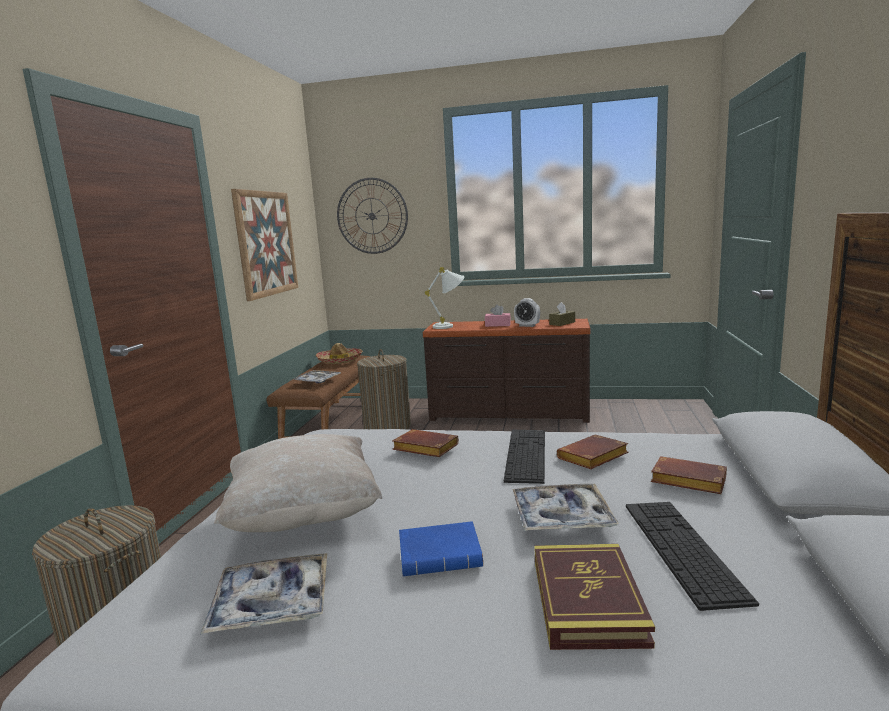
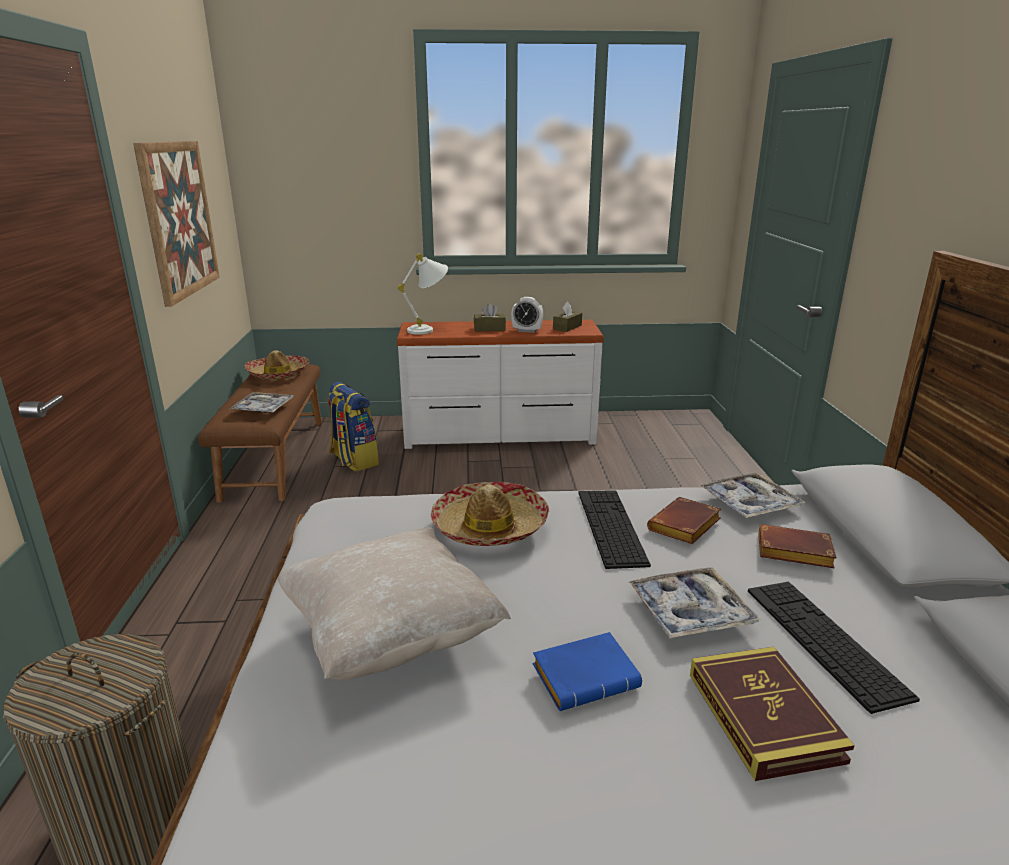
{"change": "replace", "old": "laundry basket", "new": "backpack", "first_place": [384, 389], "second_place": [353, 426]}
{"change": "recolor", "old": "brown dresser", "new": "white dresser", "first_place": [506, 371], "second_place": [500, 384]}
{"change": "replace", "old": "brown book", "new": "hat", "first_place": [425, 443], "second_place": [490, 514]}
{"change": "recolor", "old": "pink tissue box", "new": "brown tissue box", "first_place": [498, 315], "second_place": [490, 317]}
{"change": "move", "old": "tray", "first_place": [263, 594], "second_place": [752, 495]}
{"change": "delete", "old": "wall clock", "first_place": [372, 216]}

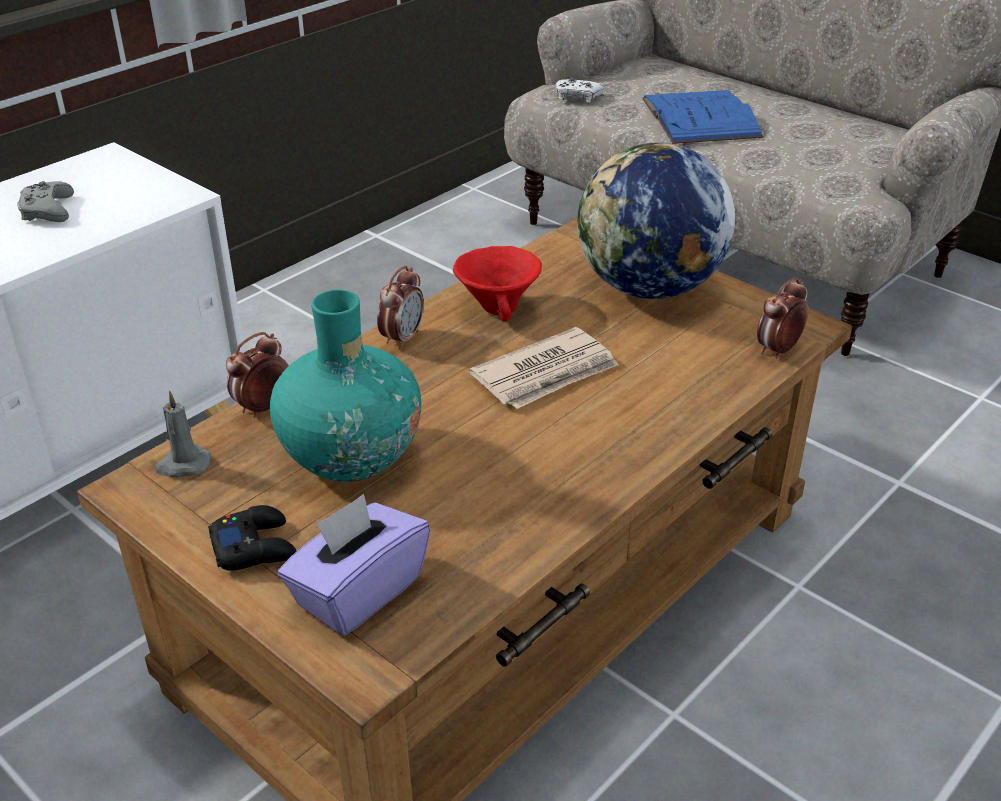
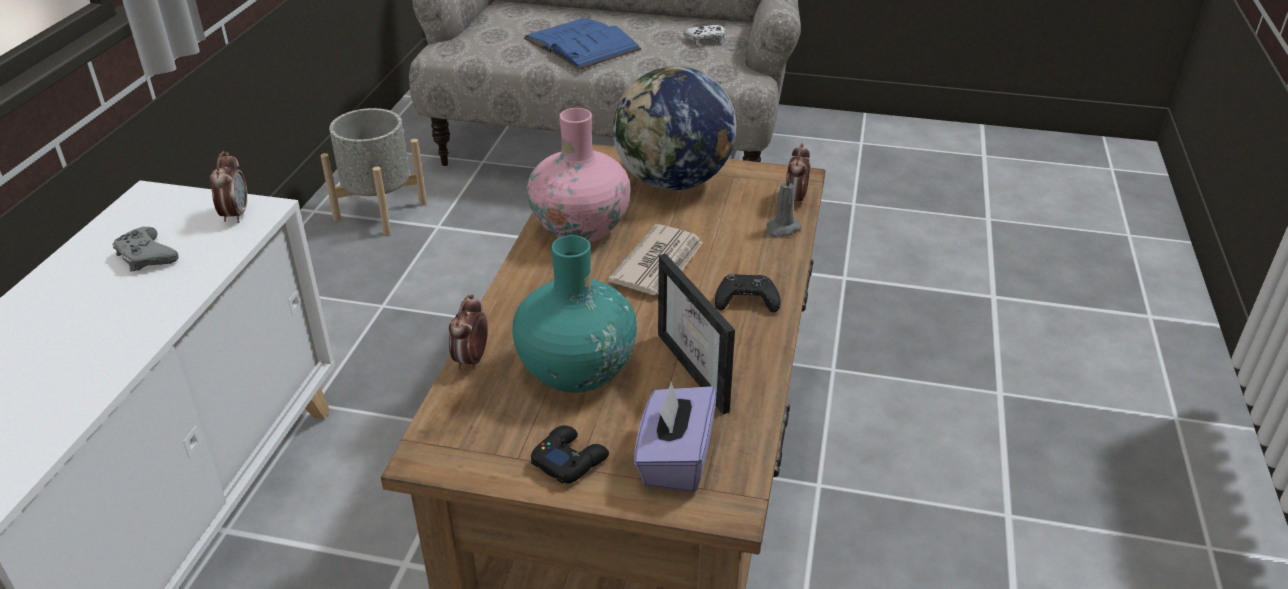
{"change": "move", "old": "alarm clock", "first_place": [400, 307], "second_place": [228, 187]}
{"change": "insert", "new": "grey planter", "second_place": [373, 171]}
{"change": "replace", "old": "red bowl", "new": "pink vase", "first_place": [497, 283], "second_place": [578, 175]}
{"change": "insert", "new": "picture frame", "second_place": [696, 334]}
{"change": "move", "old": "white game controller", "first_place": [579, 90], "second_place": [704, 35]}
{"change": "insert", "new": "black game controller", "second_place": [748, 293]}
{"change": "move", "old": "grey candle", "first_place": [182, 434], "second_place": [784, 205]}

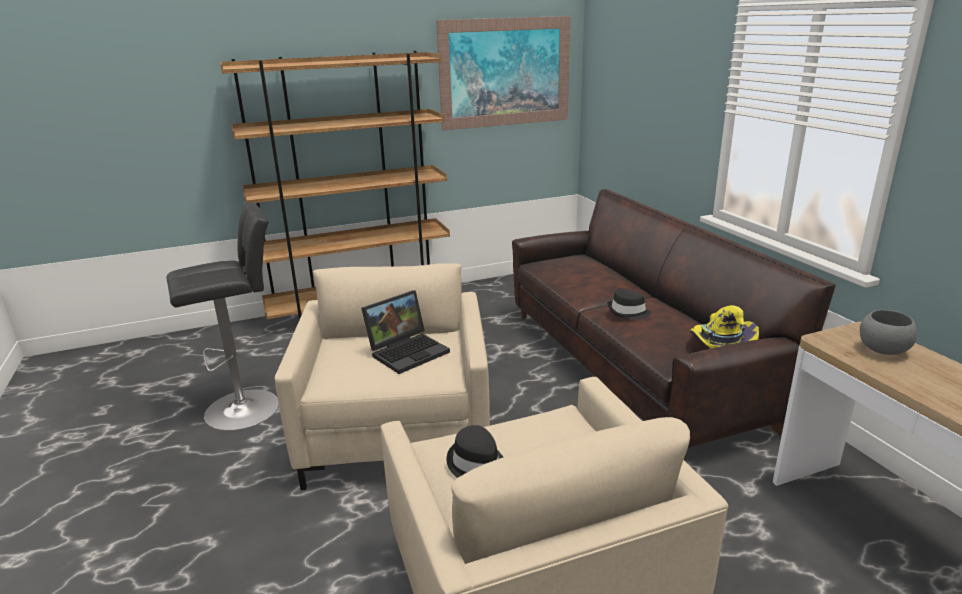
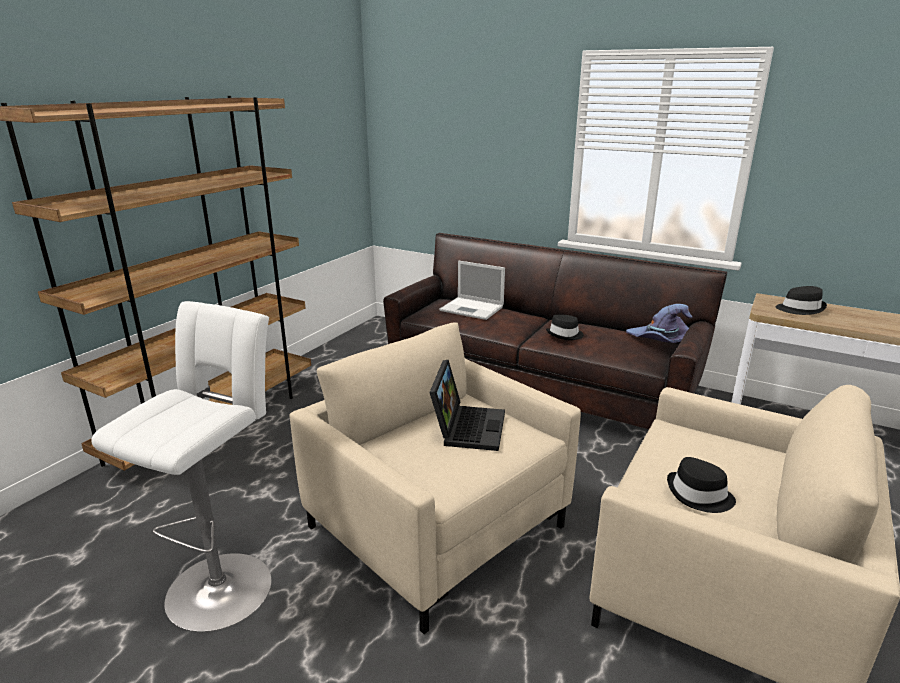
{"change": "recolor", "old": "black stool", "new": "white stool", "first_place": [222, 316], "second_place": [181, 466]}
{"change": "insert", "new": "laptop", "second_place": [472, 290]}
{"change": "recolor", "old": "yellow hat", "new": "purple hat", "first_place": [724, 326], "second_place": [659, 323]}
{"change": "replace", "old": "grey bowl", "new": "black hat", "first_place": [888, 332], "second_place": [801, 300]}
{"change": "delete", "old": "picture", "first_place": [503, 73]}

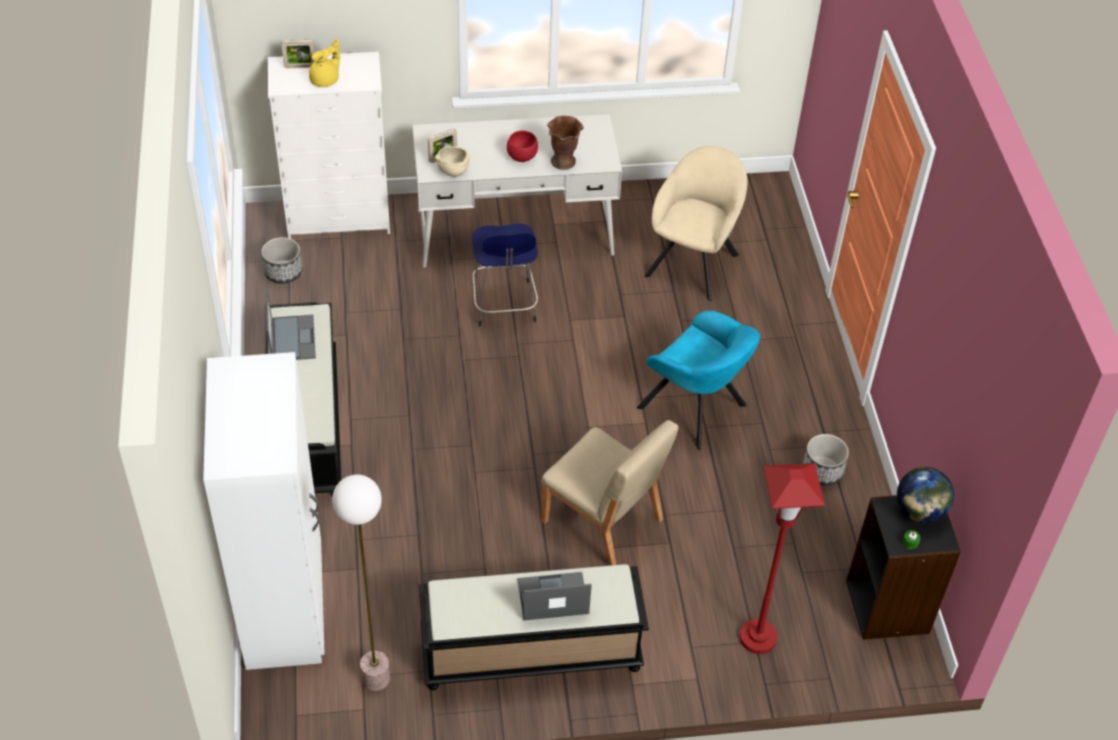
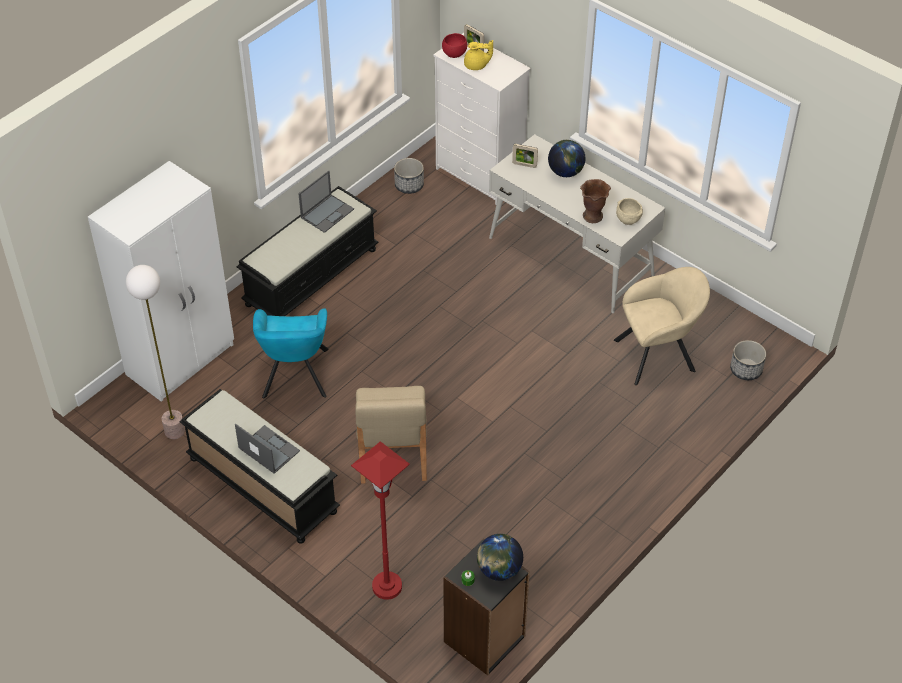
{"change": "move", "old": "turquoise armchair", "first_place": [698, 380], "second_place": [291, 353]}
{"change": "move", "old": "red bowl", "first_place": [522, 146], "second_place": [454, 45]}
{"change": "insert", "new": "globe", "second_place": [566, 158]}
{"change": "move", "old": "beige bowl", "first_place": [452, 161], "second_place": [629, 211]}
{"change": "move", "old": "planter", "first_place": [826, 459], "second_place": [748, 360]}
{"change": "delete", "old": "blue stool", "first_place": [505, 275]}

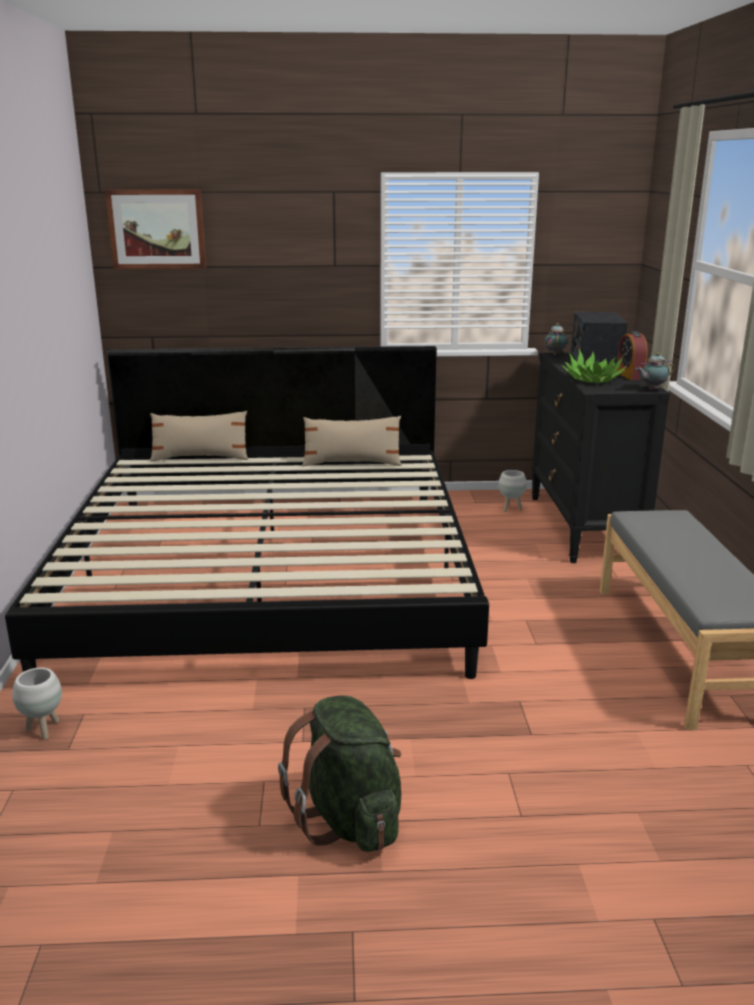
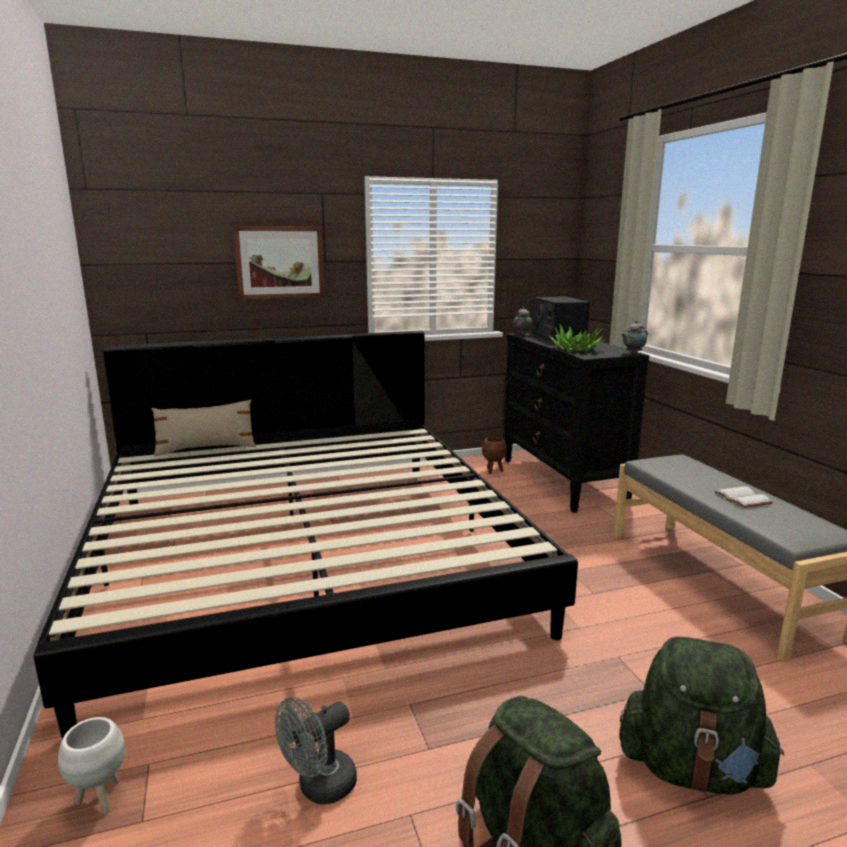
{"change": "move", "old": "picture", "first_place": [155, 229], "second_place": [279, 263]}
{"change": "insert", "new": "grey fan", "second_place": [316, 750]}
{"change": "recolor", "old": "white planter", "new": "brown planter", "first_place": [512, 491], "second_place": [494, 455]}
{"change": "insert", "new": "green backpack", "second_place": [702, 715]}
{"change": "insert", "new": "white book", "second_place": [743, 497]}
{"change": "delete", "old": "beige pillow", "first_place": [352, 441]}
{"change": "delete", "old": "alarm clock", "first_place": [632, 355]}

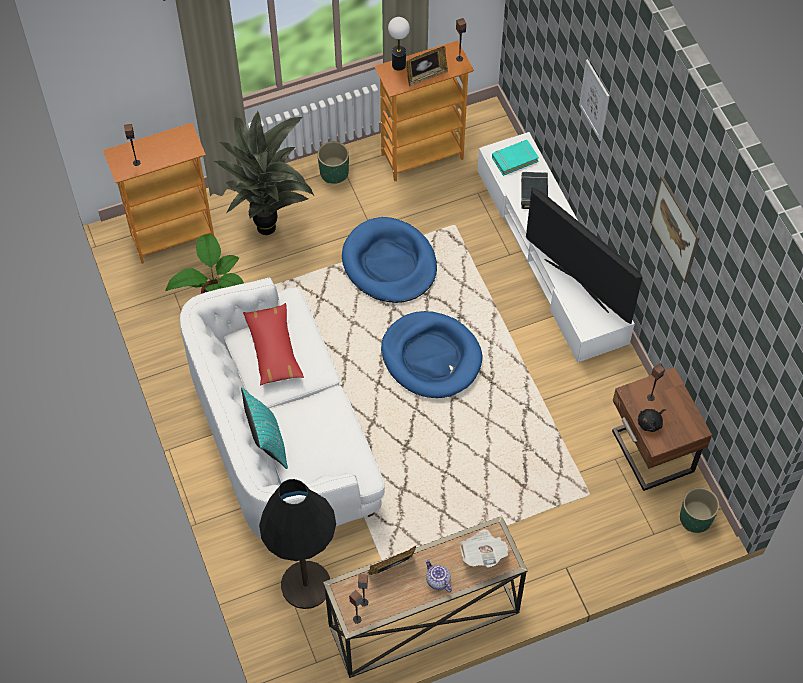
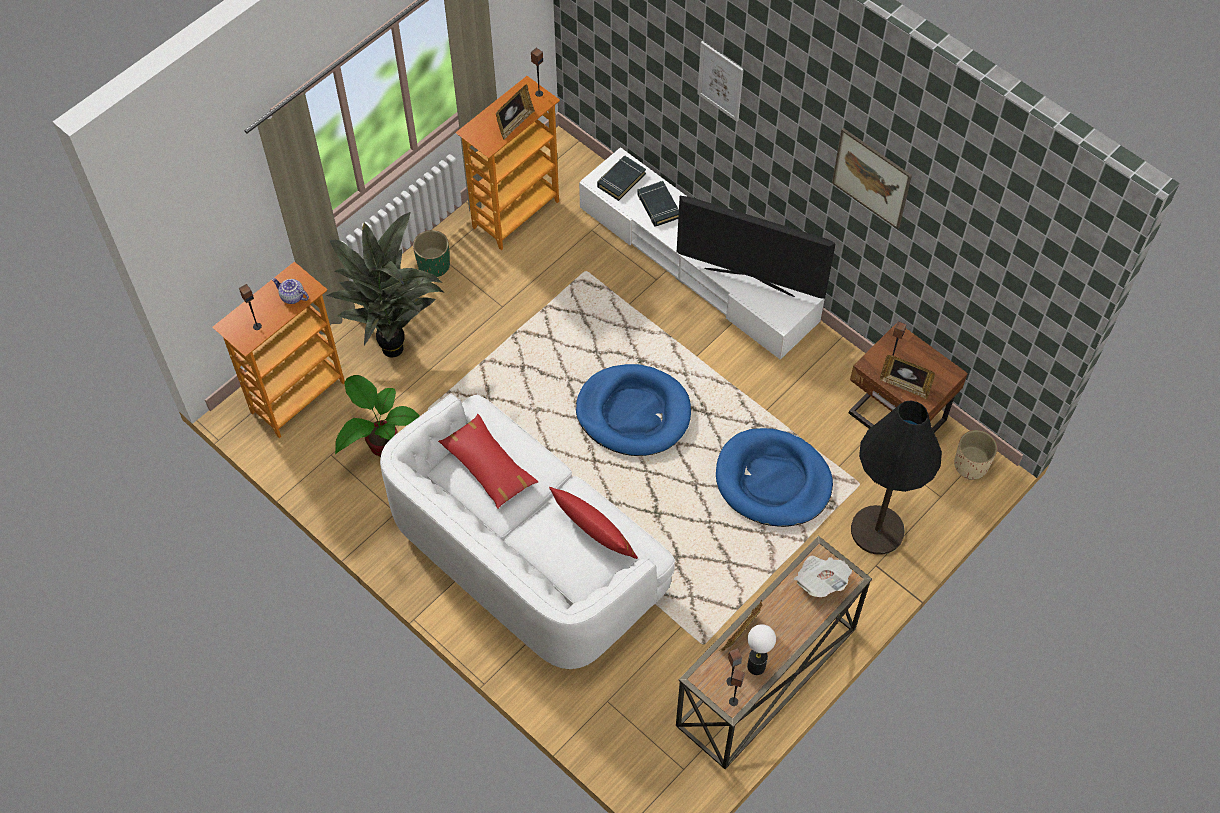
{"change": "move", "old": "teapot", "first_place": [438, 576], "second_place": [290, 291]}
{"change": "insert", "new": "red pillow", "second_place": [593, 523]}
{"change": "recolor", "old": "turquoise book", "new": "black book", "first_place": [515, 158], "second_place": [621, 178]}
{"change": "move", "old": "blue dog bed", "first_place": [389, 260], "second_place": [774, 477]}
{"change": "move", "old": "table lamp", "first_place": [399, 44], "second_place": [761, 649]}
{"change": "move", "old": "black floor lamp", "first_place": [297, 544], "second_place": [896, 477]}
{"change": "replace", "old": "black plush toy", "new": "picture frame", "first_place": [652, 420], "second_place": [907, 377]}
{"change": "recolor", "old": "green planter", "new": "beige planter", "first_place": [699, 510], "second_place": [975, 455]}
{"change": "delete", "old": "turquoise pillow", "first_place": [264, 428]}

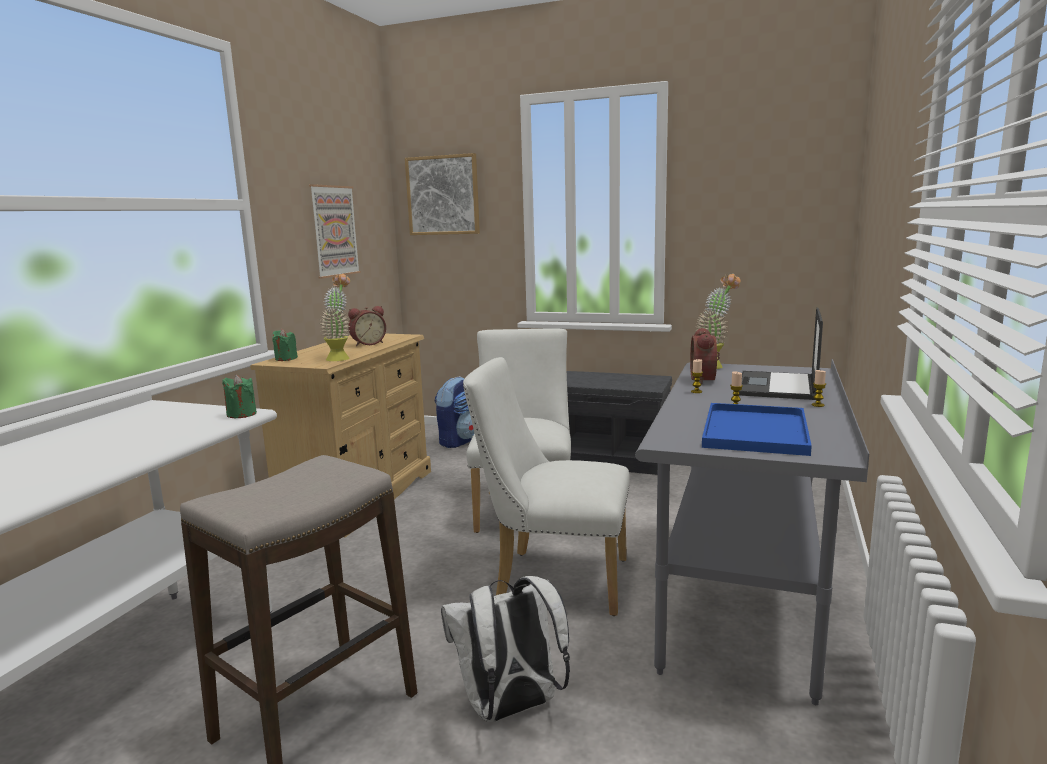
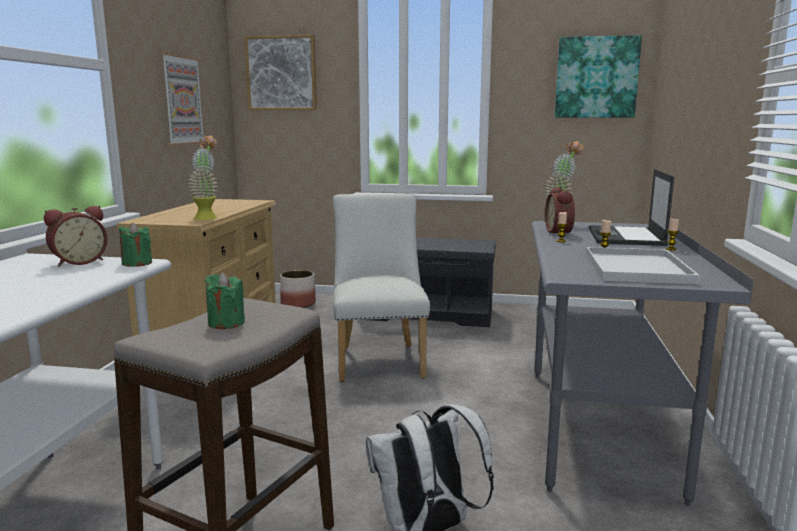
{"change": "move", "old": "alarm clock", "first_place": [367, 326], "second_place": [75, 236]}
{"change": "move", "old": "green candle", "first_place": [285, 345], "second_place": [225, 301]}
{"change": "replace", "old": "backpack", "new": "planter", "first_place": [454, 412], "second_place": [298, 289]}
{"change": "insert", "new": "picture", "second_place": [598, 76]}
{"change": "recolor", "old": "blue tray", "new": "white tray", "first_place": [757, 429], "second_place": [643, 265]}
{"change": "delete", "old": "white chair", "first_place": [546, 486]}

